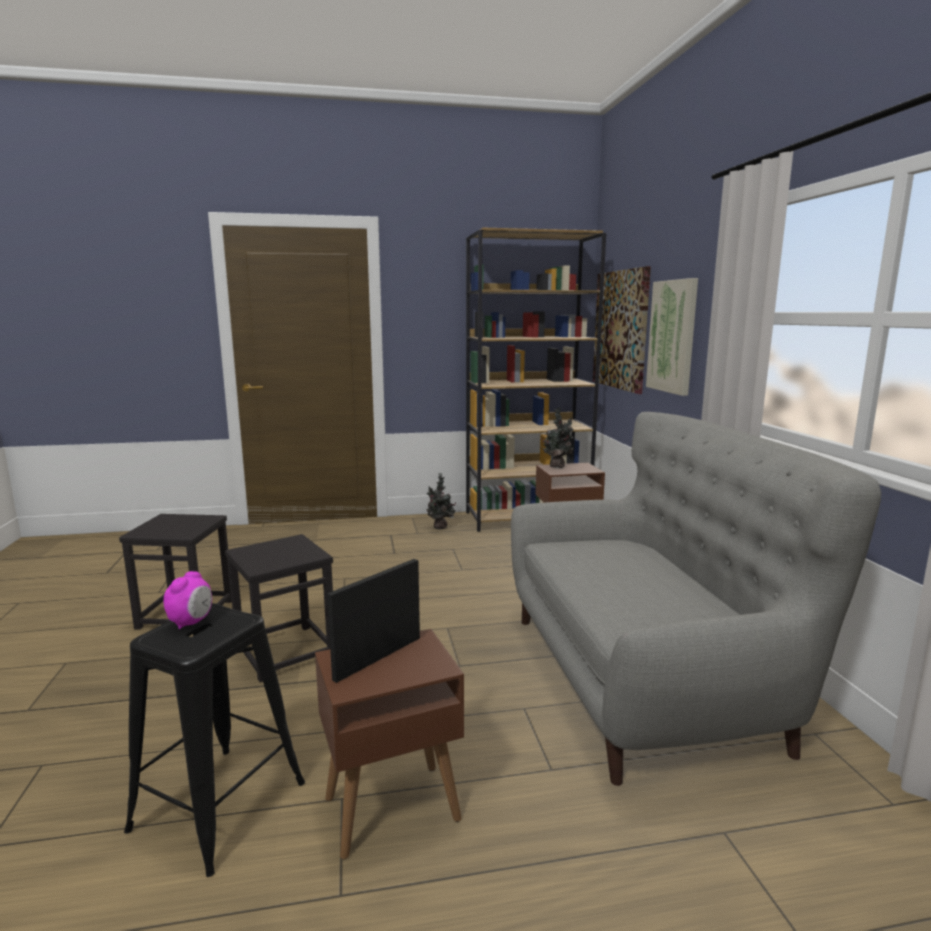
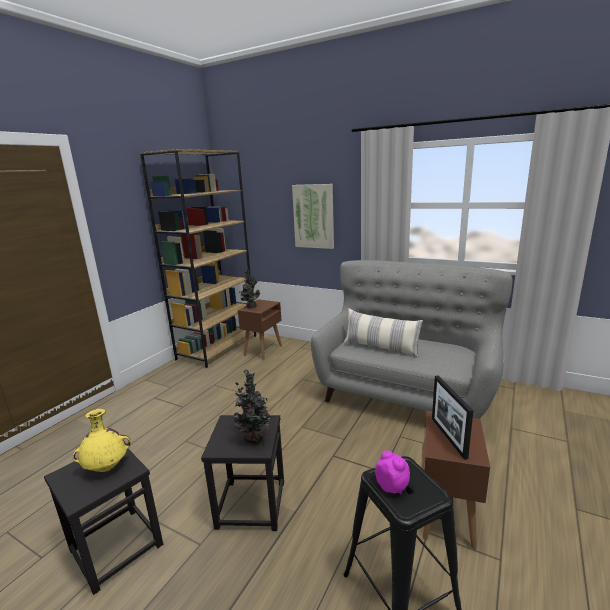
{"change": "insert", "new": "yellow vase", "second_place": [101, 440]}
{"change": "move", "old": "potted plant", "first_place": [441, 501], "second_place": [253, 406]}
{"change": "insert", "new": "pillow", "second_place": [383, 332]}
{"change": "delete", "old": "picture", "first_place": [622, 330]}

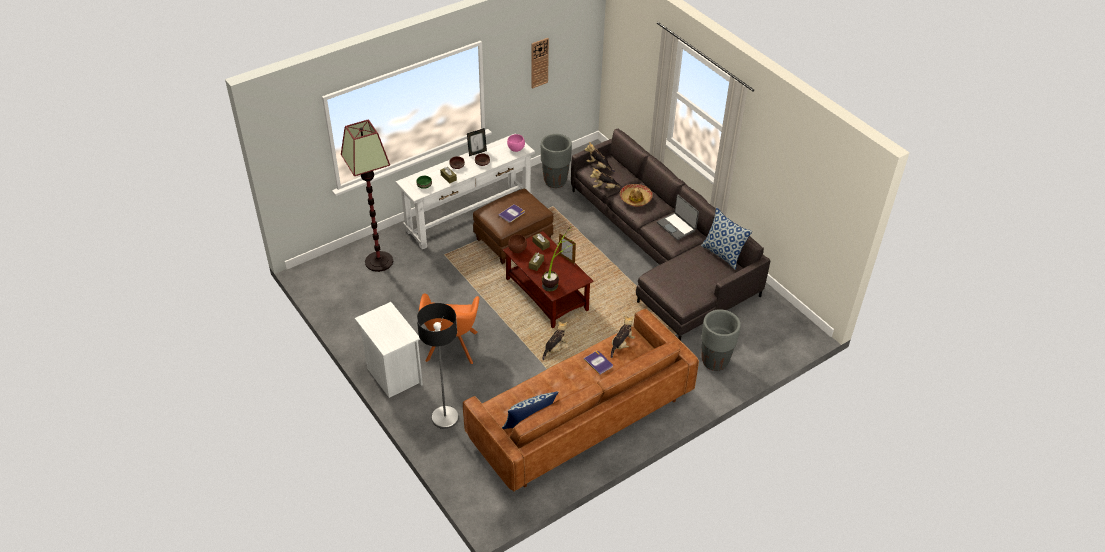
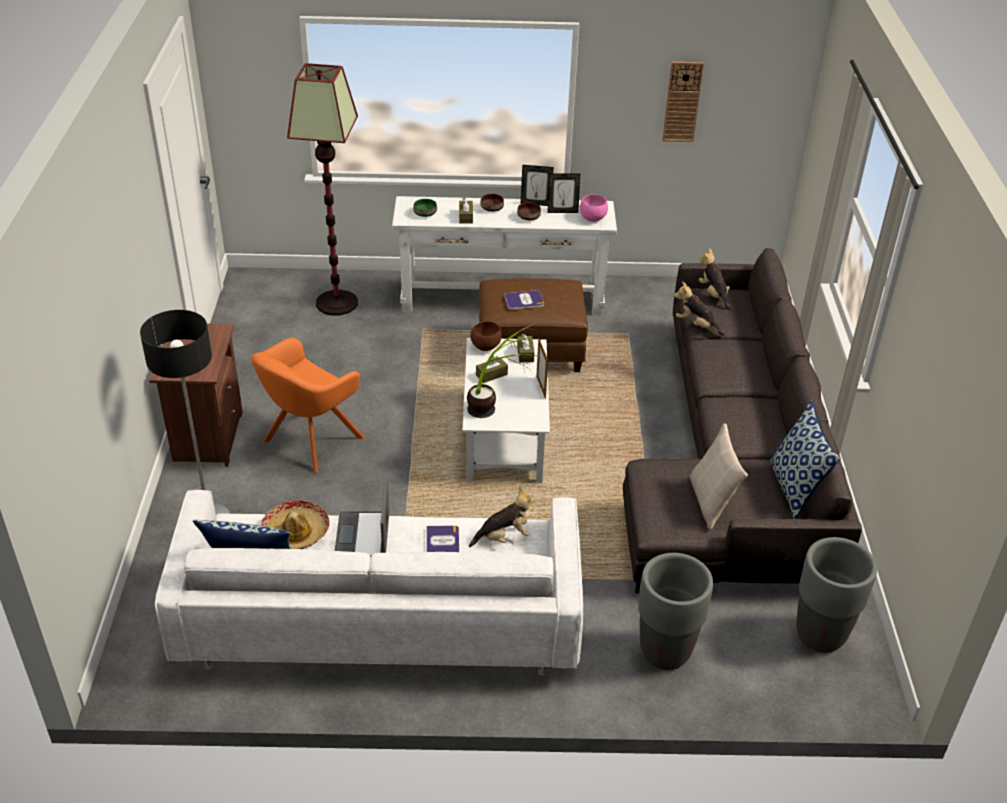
{"change": "recolor", "old": "white nightstand", "new": "brown nightstand", "first_place": [389, 350], "second_place": [196, 395]}
{"change": "recolor", "old": "brown sofa", "new": "white sofa", "first_place": [581, 400], "second_place": [369, 583]}
{"change": "move", "old": "hat", "first_place": [636, 195], "second_place": [295, 524]}
{"change": "move", "old": "laptop", "first_place": [678, 217], "second_place": [362, 517]}
{"change": "recolor", "old": "brown coffee table", "new": "white coffee table", "first_place": [548, 280], "second_place": [506, 410]}
{"change": "insert", "new": "picture frame", "second_place": [563, 193]}
{"change": "insert", "new": "beige pillow", "second_place": [718, 476]}
{"change": "move", "old": "grey planter", "first_place": [556, 161], "second_place": [836, 595]}
{"change": "delete", "old": "plush toy", "first_place": [555, 340]}

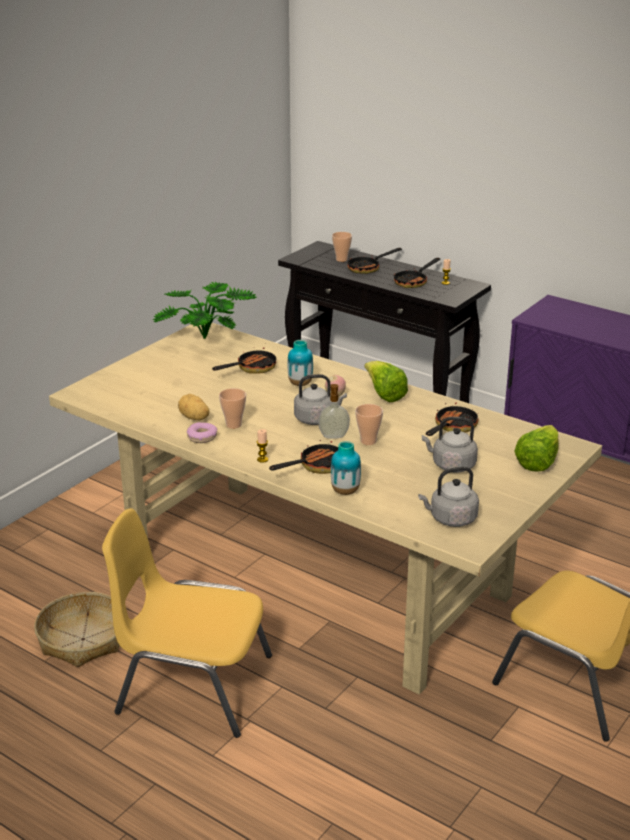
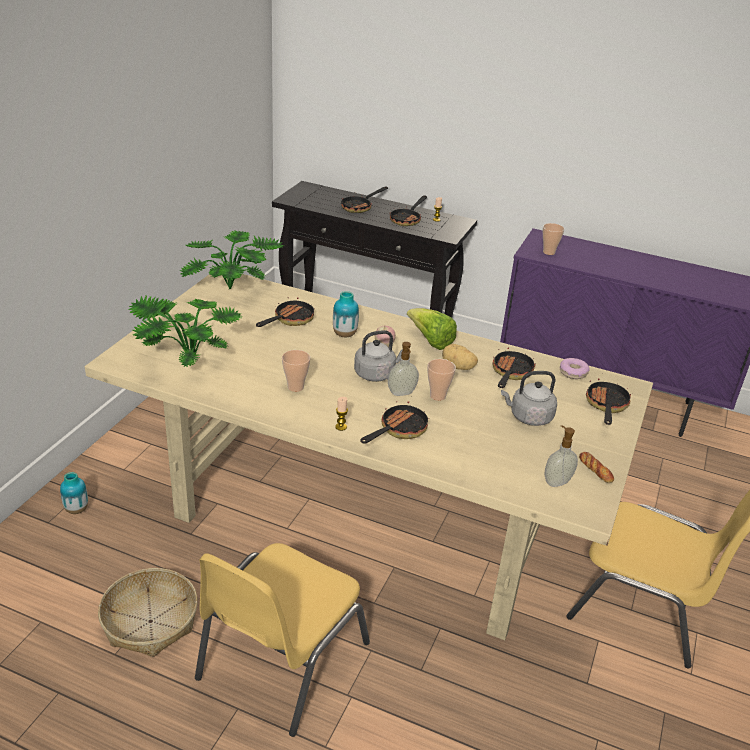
{"change": "move", "old": "vase", "first_place": [346, 468], "second_place": [74, 493]}
{"change": "insert", "new": "potted plant", "second_place": [185, 331]}
{"change": "rotate", "old": "yellow chair", "first_place": [187, 623], "second_place": [282, 640], "degrees": -60}
{"change": "move", "old": "potato", "first_place": [193, 407], "second_place": [460, 357]}
{"change": "move", "old": "cup", "first_place": [342, 247], "second_place": [553, 239]}
{"change": "replace", "old": "grey kettle", "new": "soap dispenser", "first_place": [448, 496], "second_place": [561, 456]}
{"change": "move", "old": "donut", "first_place": [202, 432], "second_place": [575, 368]}
{"change": "insert", "new": "bread", "second_place": [596, 467]}
{"change": "replace", "old": "lettuce", "new": "frying pan", "first_place": [536, 448], "second_place": [608, 401]}

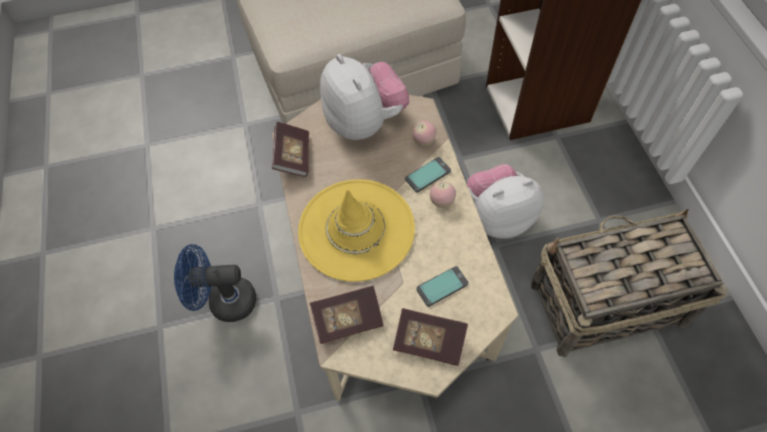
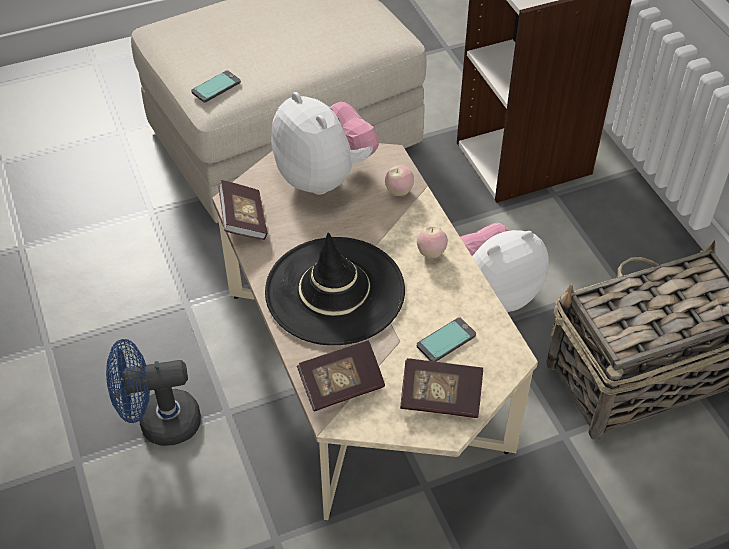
{"change": "move", "old": "phone", "first_place": [428, 175], "second_place": [216, 86]}
{"change": "recolor", "old": "yellow hat", "new": "black hat", "first_place": [356, 230], "second_place": [335, 288]}

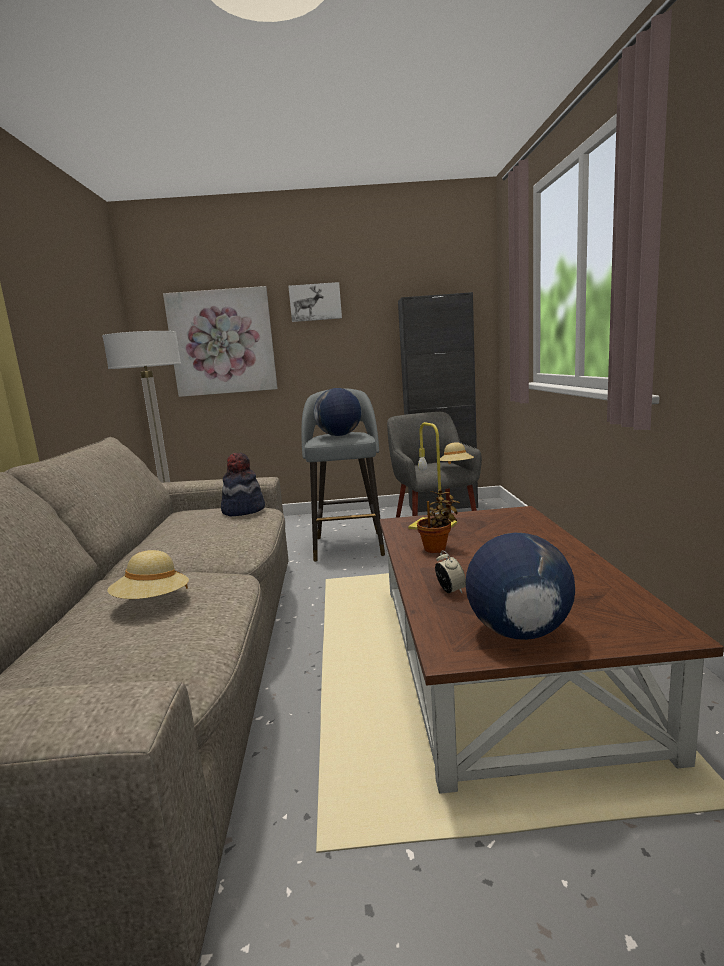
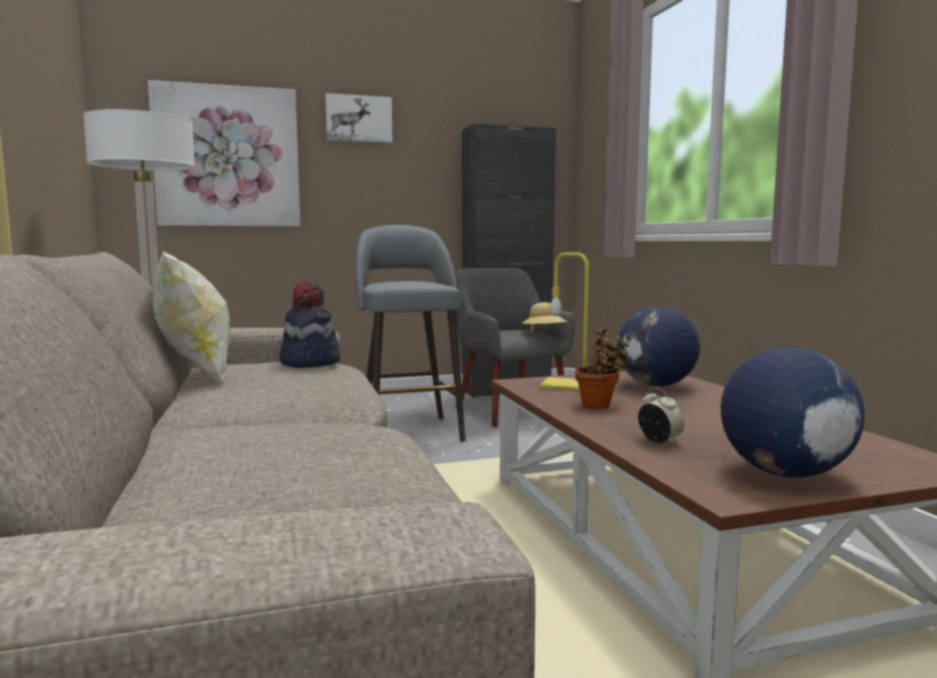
{"change": "insert", "new": "pillow", "second_place": [191, 318]}
{"change": "move", "old": "globe", "first_place": [338, 412], "second_place": [658, 347]}
{"change": "delete", "old": "beige hat", "first_place": [148, 574]}

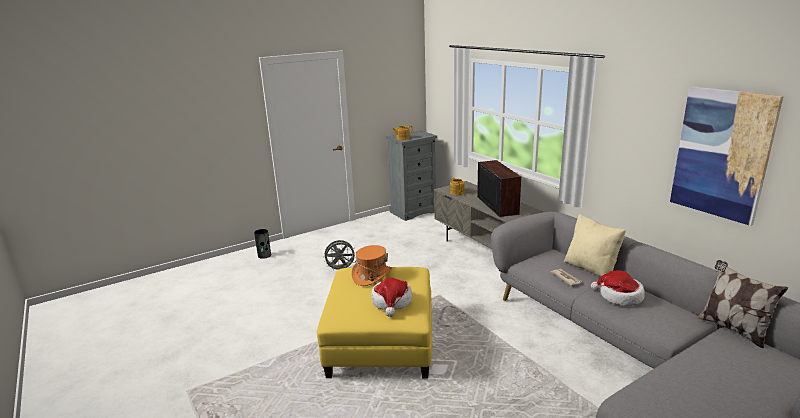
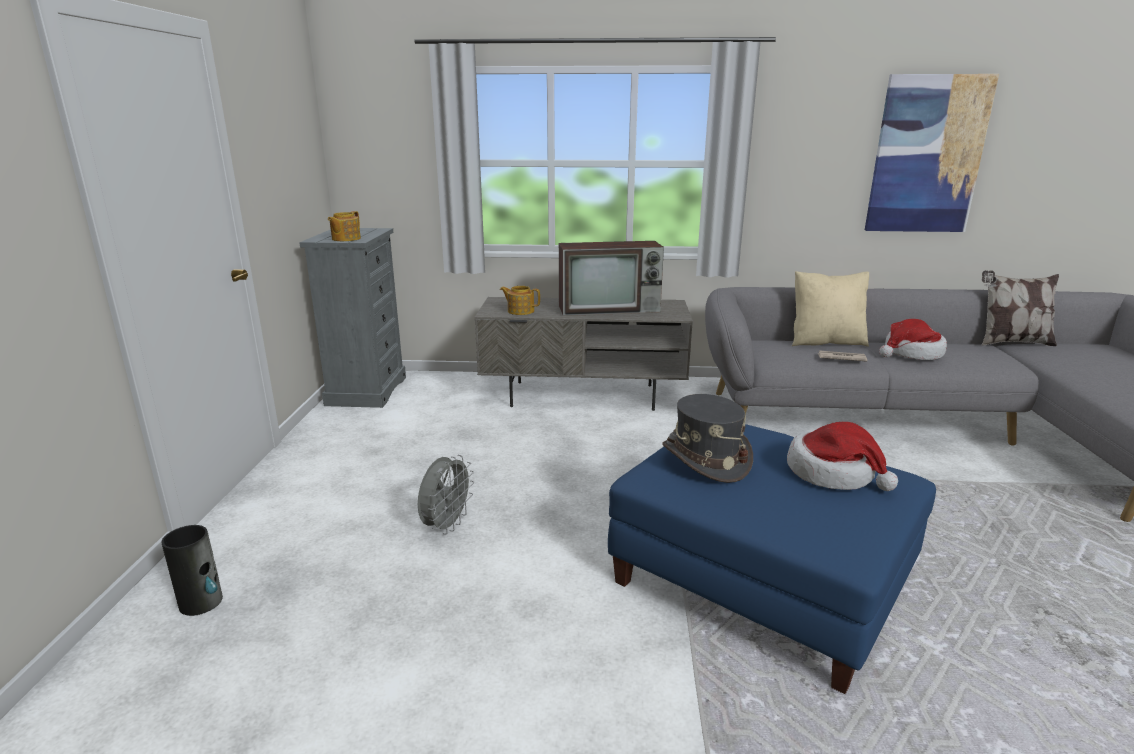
{"change": "rotate", "old": "television", "first_place": [499, 188], "second_place": [611, 278], "degrees": 150}
{"change": "recolor", "old": "yellow ottoman", "new": "blue ottoman", "first_place": [374, 323], "second_place": [772, 559]}
{"change": "recolor", "old": "orange hat", "new": "grey hat", "first_place": [371, 265], "second_place": [707, 438]}

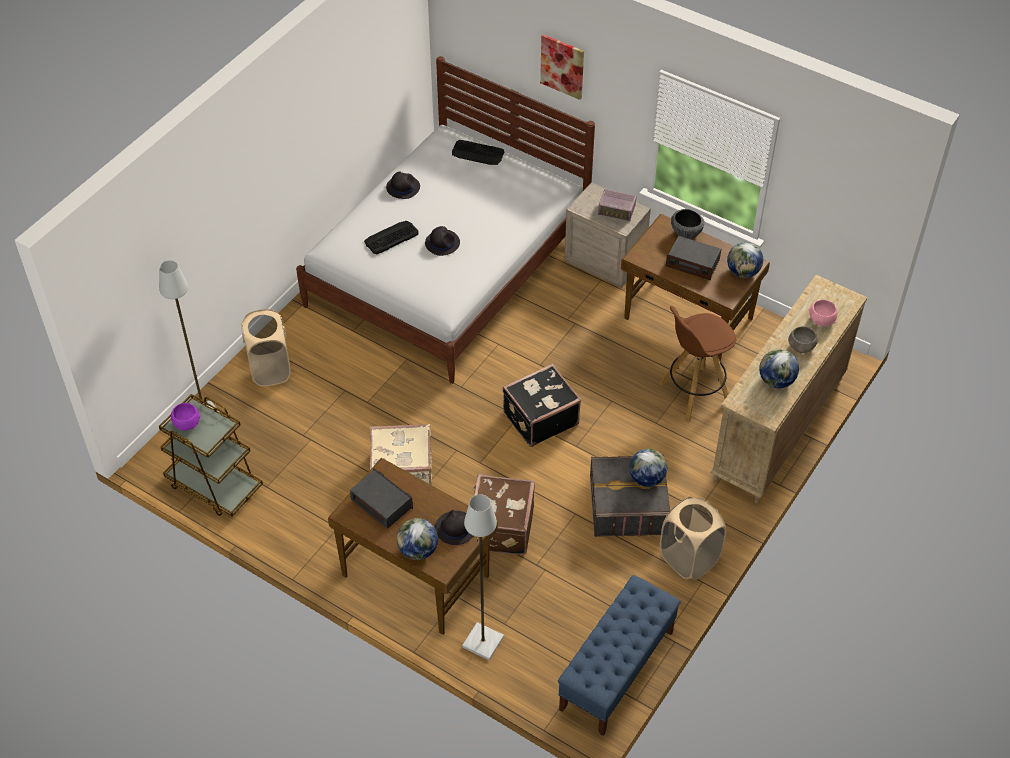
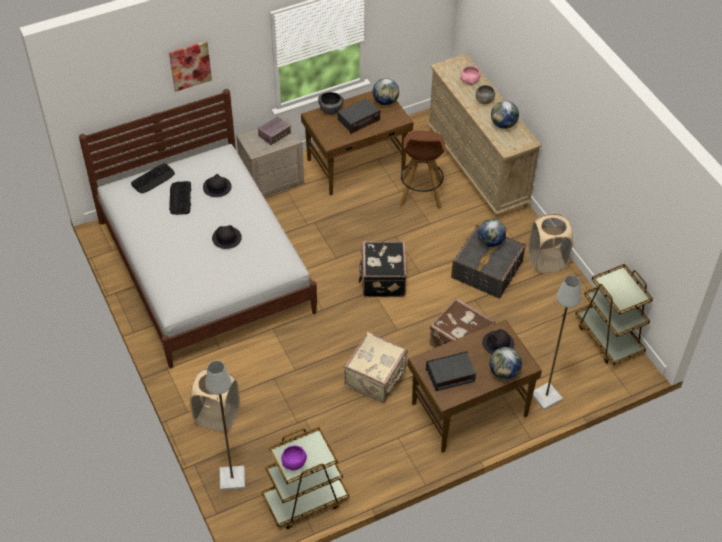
{"change": "move", "old": "keyboard", "first_place": [391, 237], "second_place": [180, 198]}
{"change": "move", "old": "black hat", "first_place": [403, 185], "second_place": [217, 185]}
{"change": "replace", "old": "blue bench", "new": "brown cart", "first_place": [619, 655], "second_place": [614, 314]}

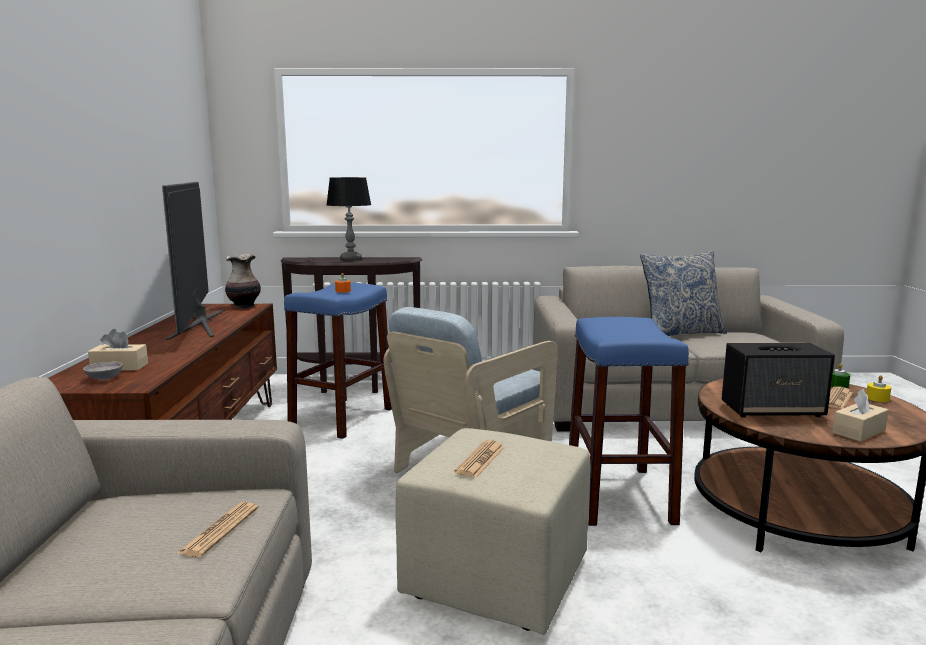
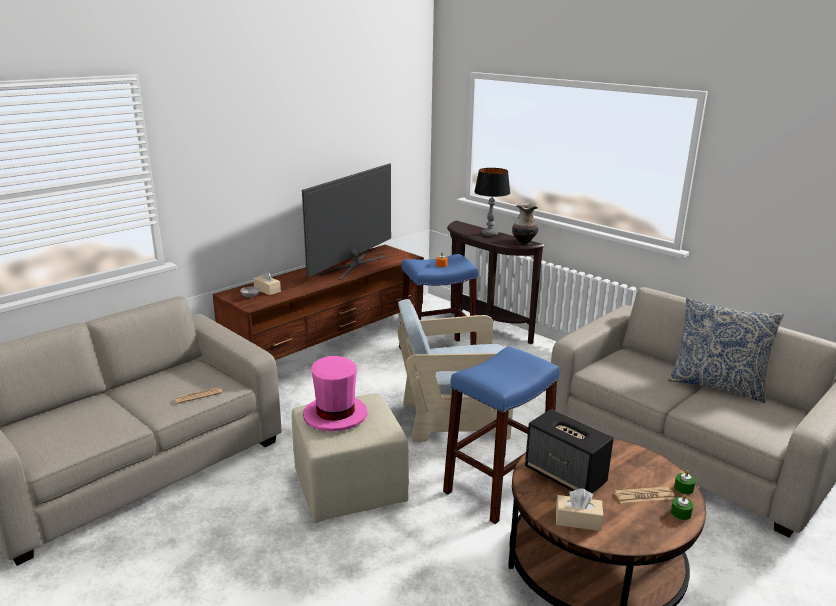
{"change": "replace", "old": "newspaper", "new": "pink hat", "first_place": [479, 459], "second_place": [335, 394]}
{"change": "move", "old": "vase", "first_place": [243, 281], "second_place": [525, 223]}
{"change": "recolor", "old": "yellow candle", "new": "green candle", "first_place": [878, 388], "second_place": [682, 507]}

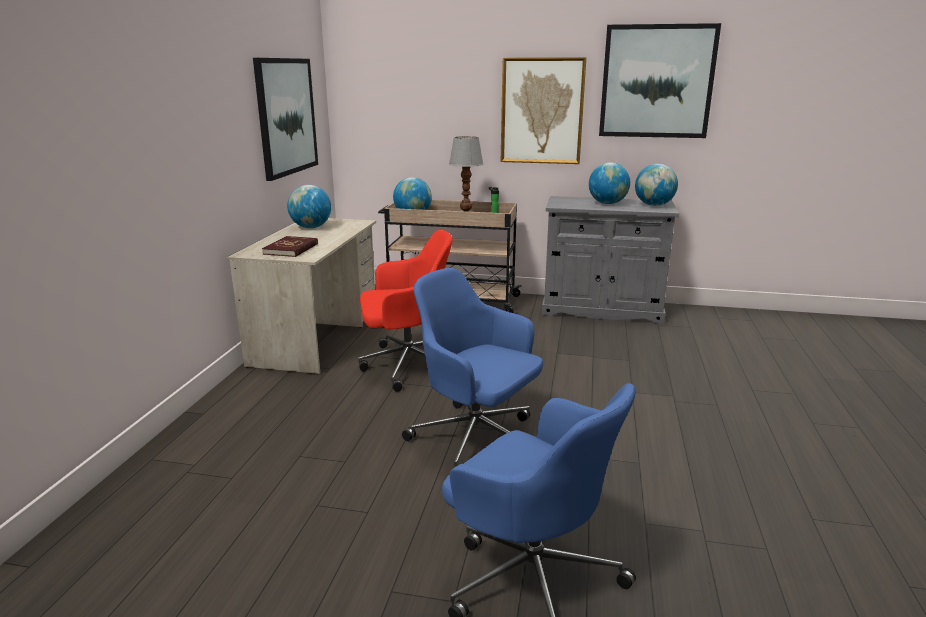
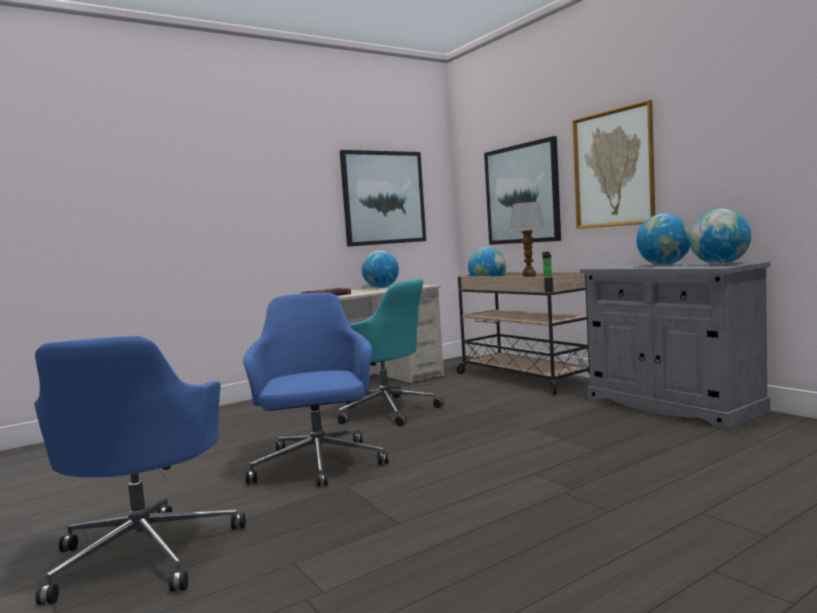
{"change": "recolor", "old": "red office chair", "new": "turquoise office chair", "first_place": [405, 311], "second_place": [391, 352]}
{"change": "move", "old": "picture", "first_place": [660, 80], "second_place": [522, 190]}

